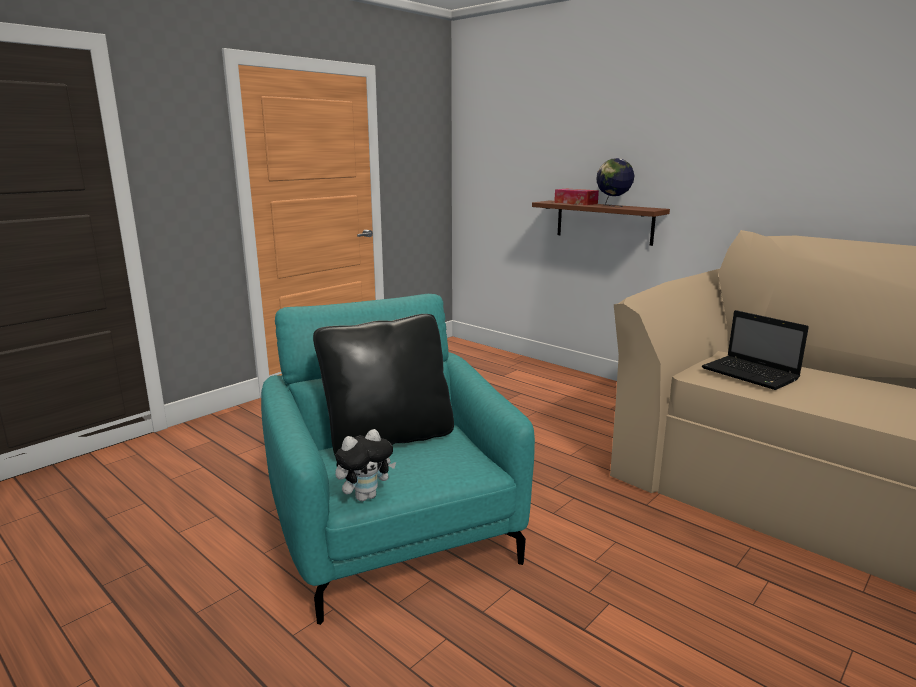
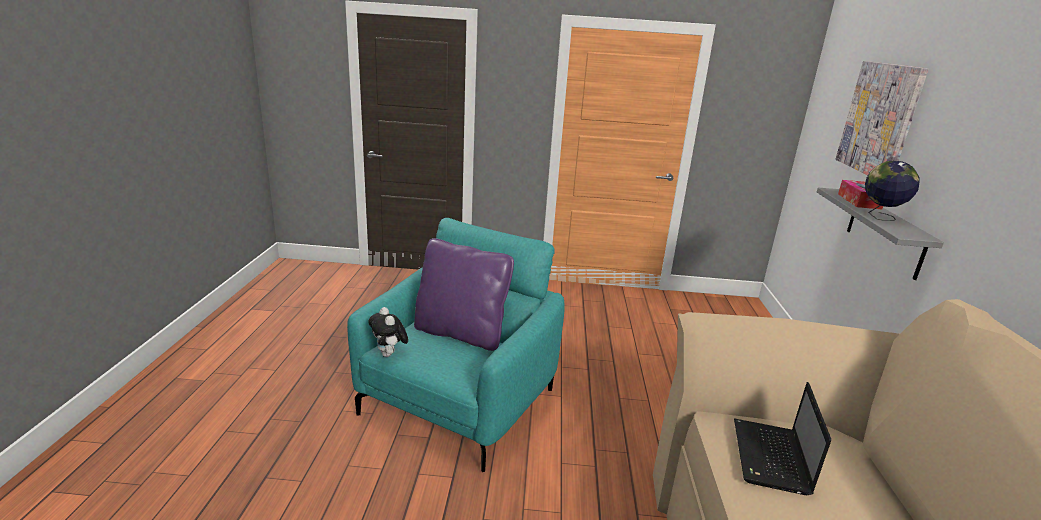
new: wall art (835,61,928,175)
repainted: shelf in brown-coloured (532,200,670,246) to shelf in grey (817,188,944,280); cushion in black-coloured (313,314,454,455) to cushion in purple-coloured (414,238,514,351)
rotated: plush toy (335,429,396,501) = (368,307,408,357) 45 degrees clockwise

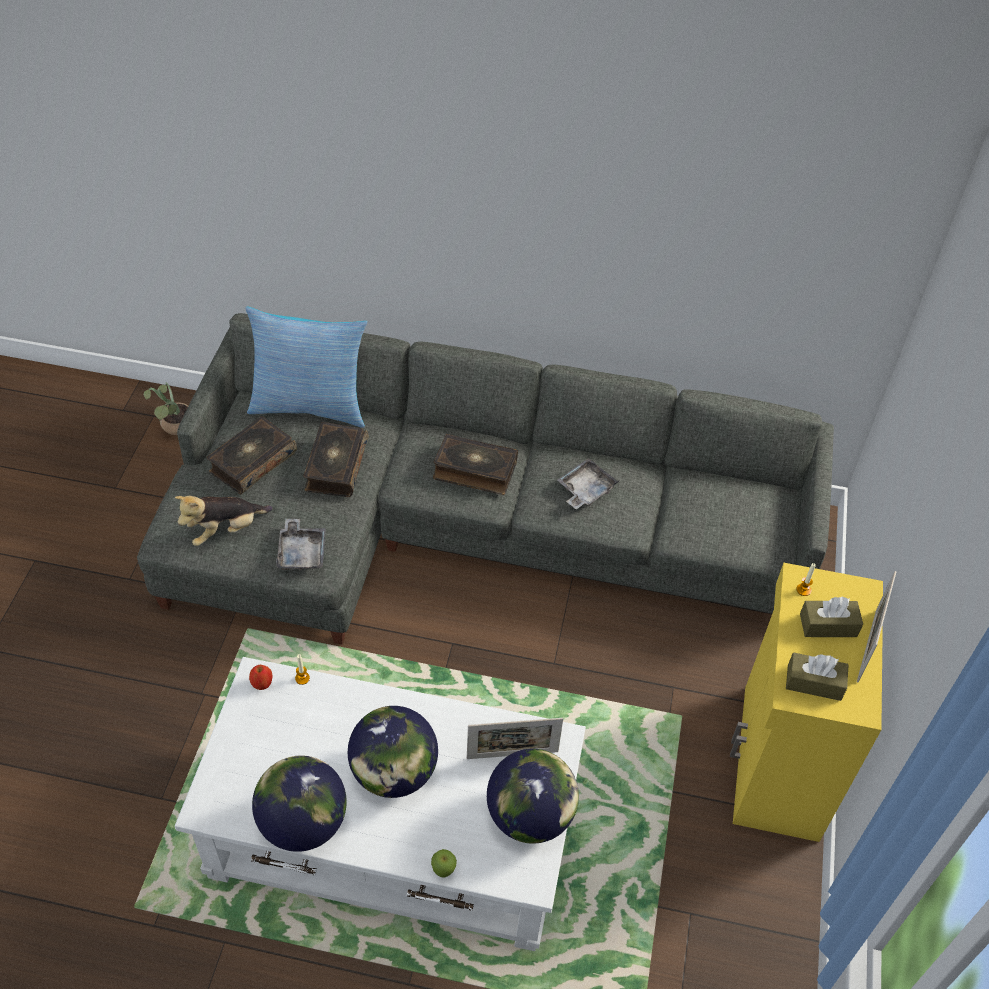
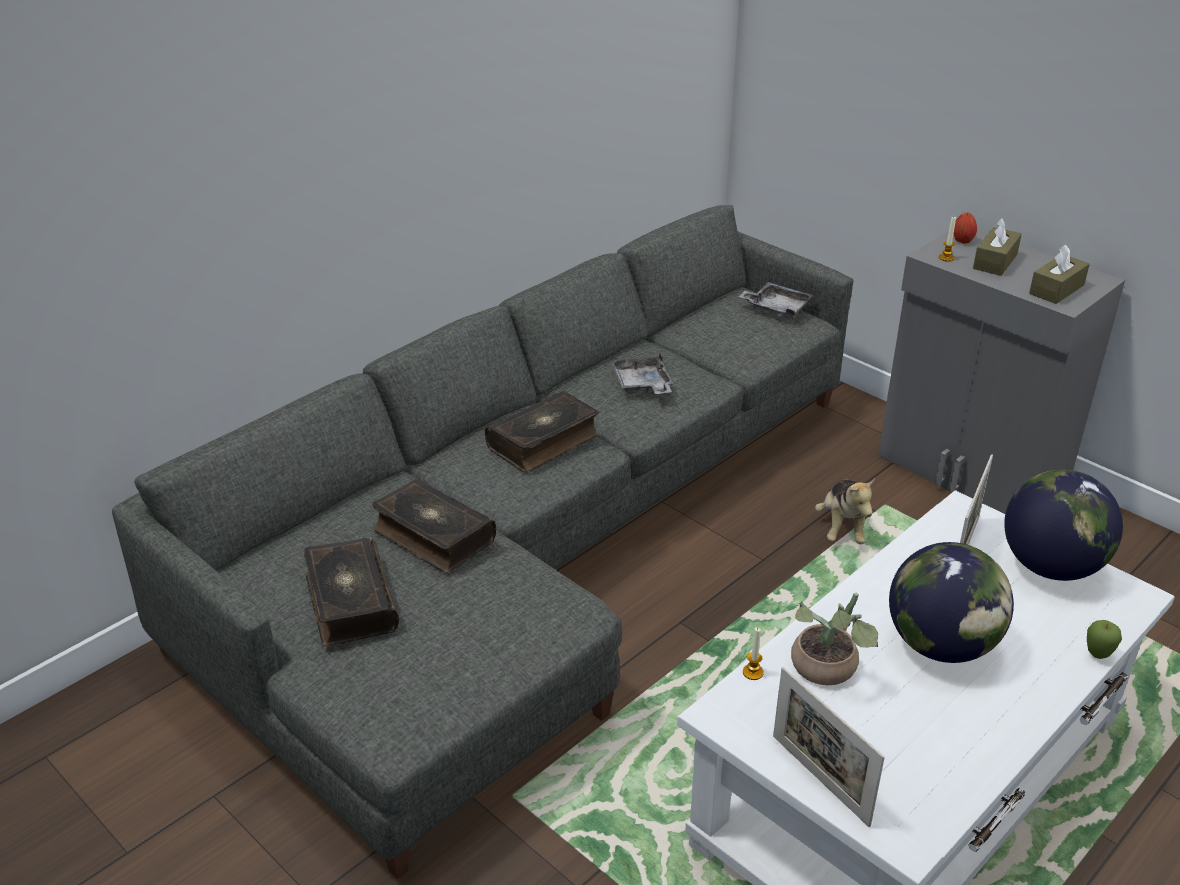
gone: cushion (246,307,367,428); desk globe (252,755,347,852)
shifted: houseplant (144,382,188,435) to (791,592,878,685); plush toy (175,495,273,546) to (815,478,875,544); carrying tray in grey (276,519,326,571) to (738,282,813,320); photo frame (857,571,896,682) to (773,667,885,827); apple (249,665,273,690) to (954,212,977,244)
repainted: cabinet in yellow (730,563,883,842) to cabinet in grey (878,230,1125,514)

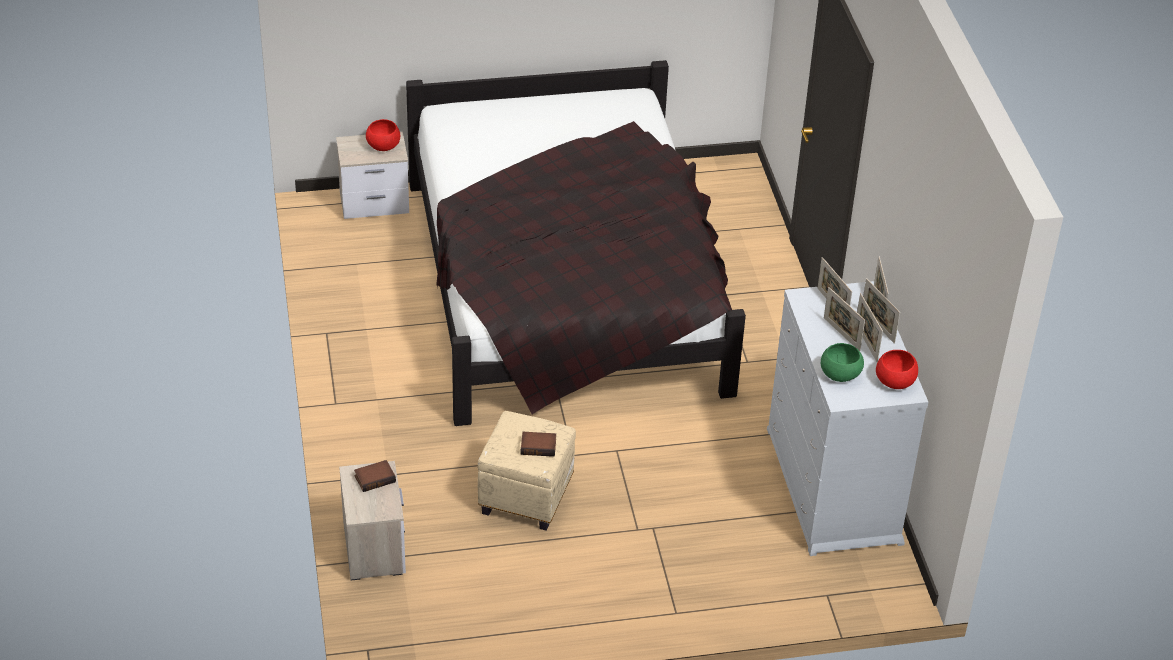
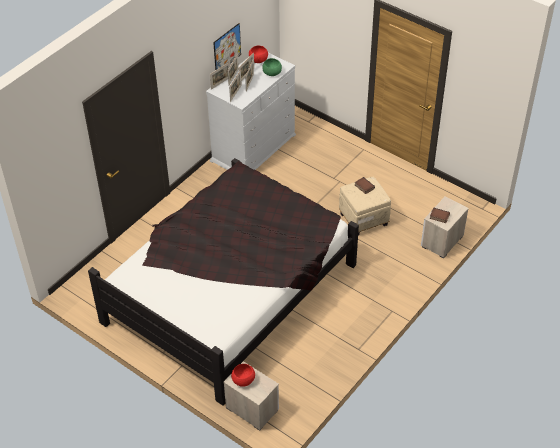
new: wall art (213,23,241,71)

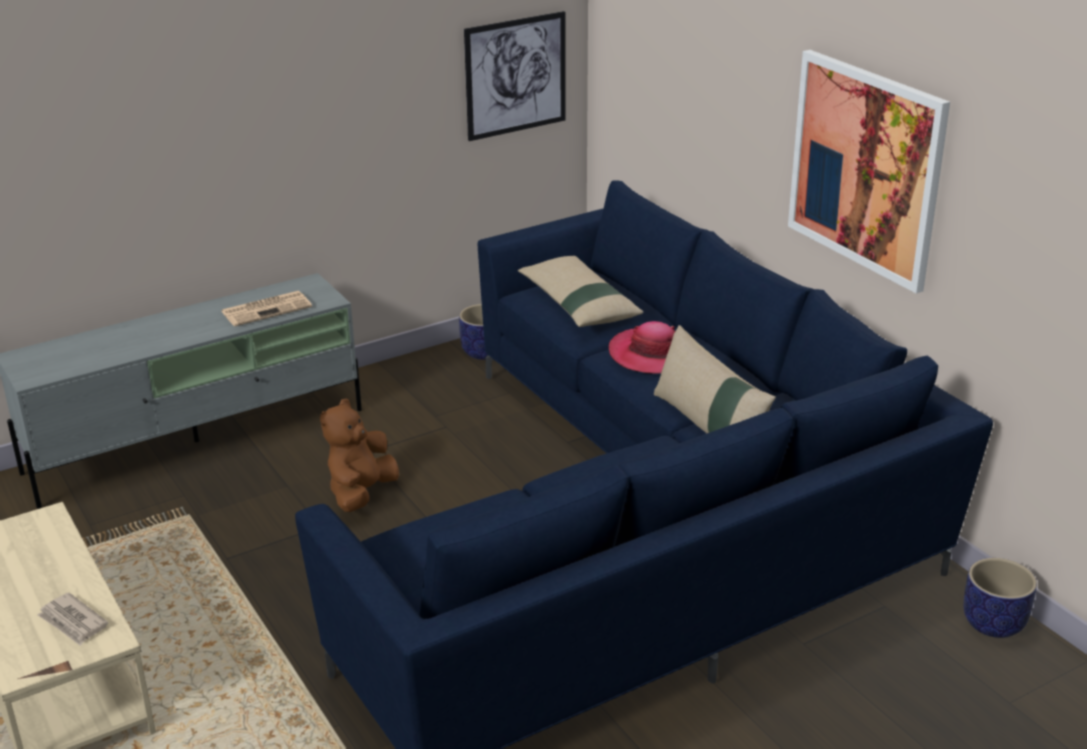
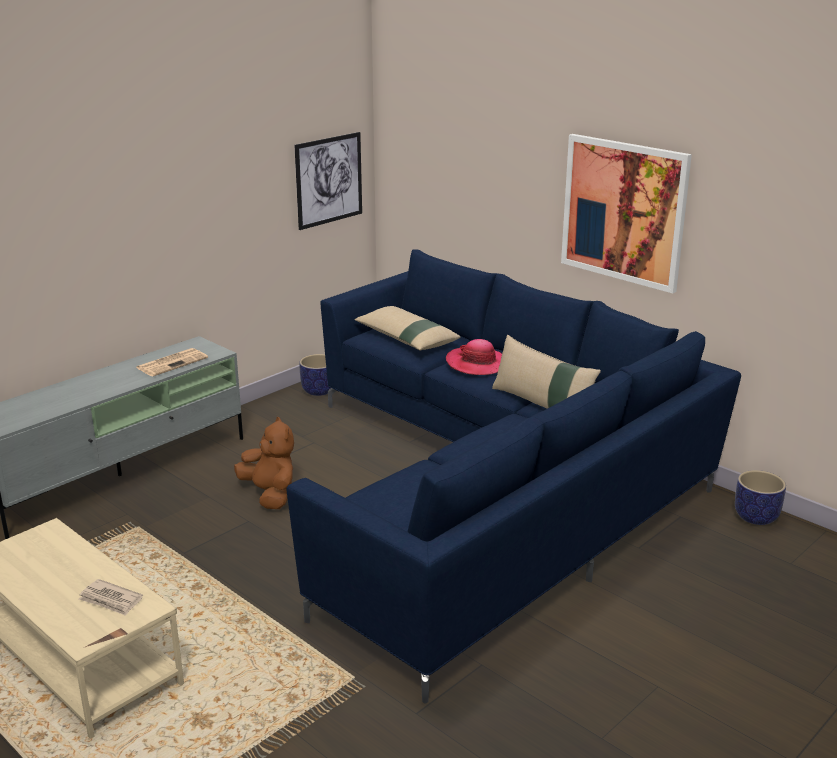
rotated: plush toy in brown-coloured (320,398,399,512) = (234,417,294,509) 135 degrees clockwise

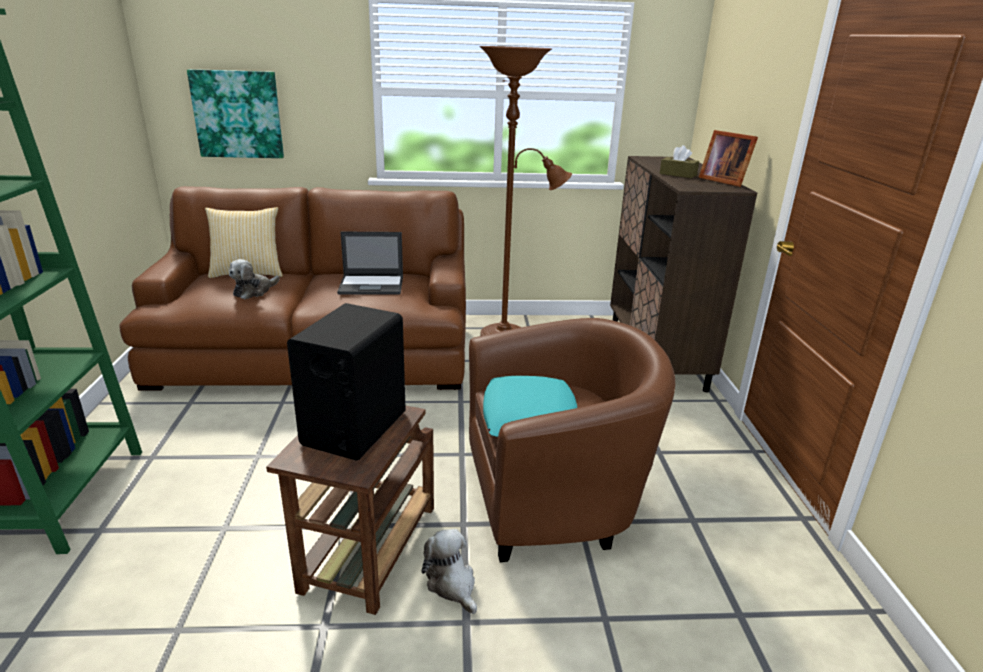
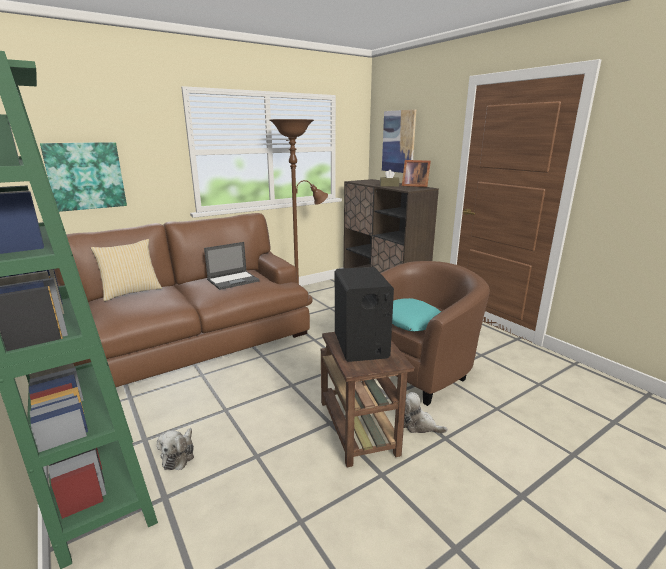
new: wall art (382,109,416,173)
shifted: plush toy (229,259,280,299) to (157,428,194,470)

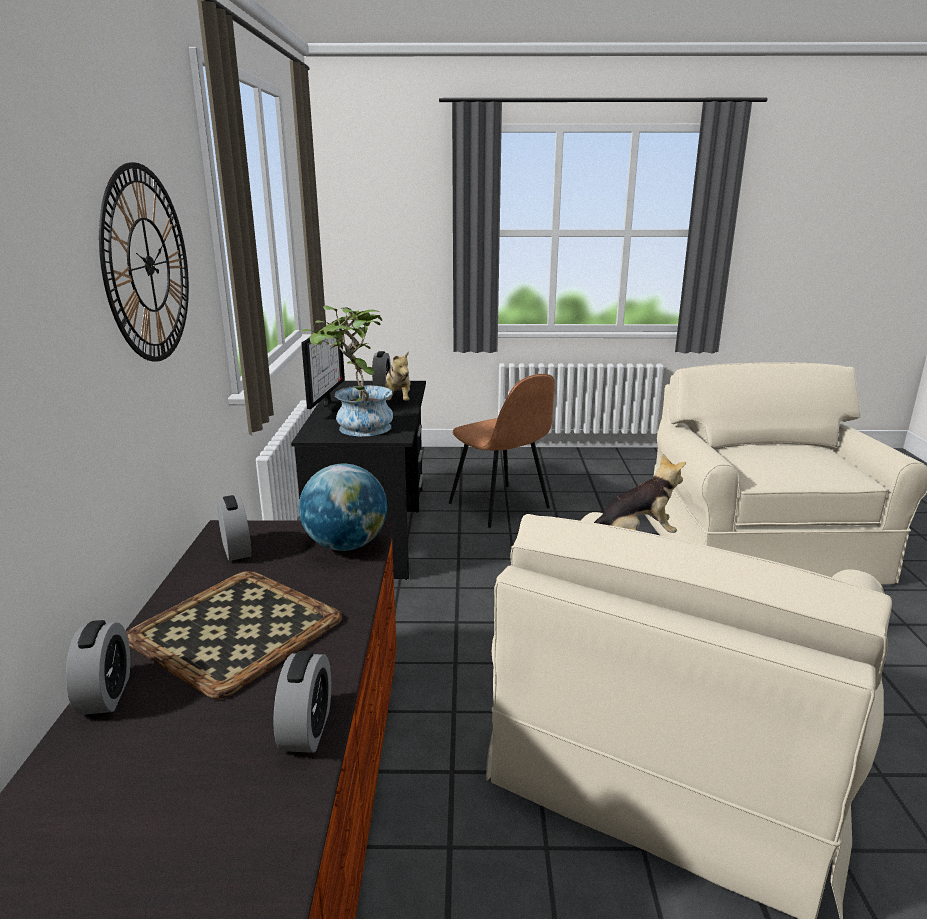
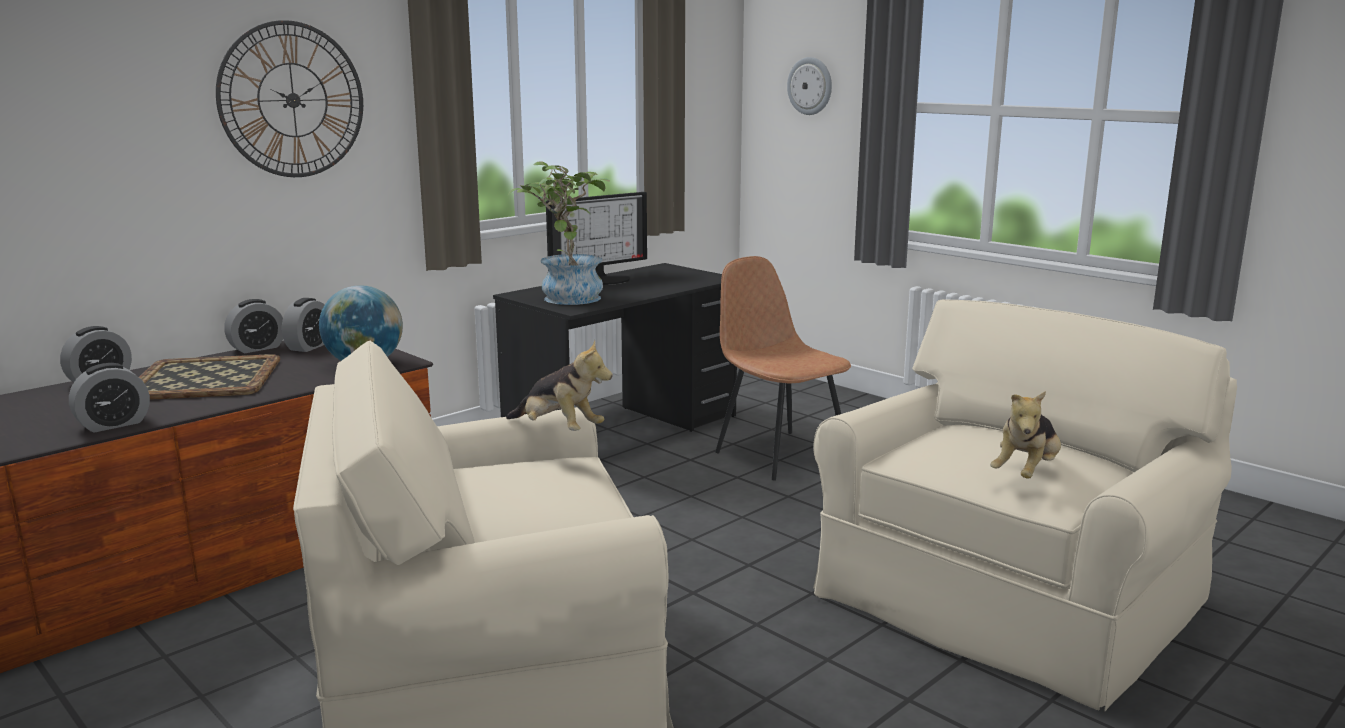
new: hanging clock (787,57,832,115)
shifted: bedside clock (372,351,391,387) to (224,299,283,353); plush toy (384,351,410,401) to (990,391,1061,479)
rotated: chair in brown-coloured (449,374,555,528) = (715,256,851,481) 135 degrees clockwise

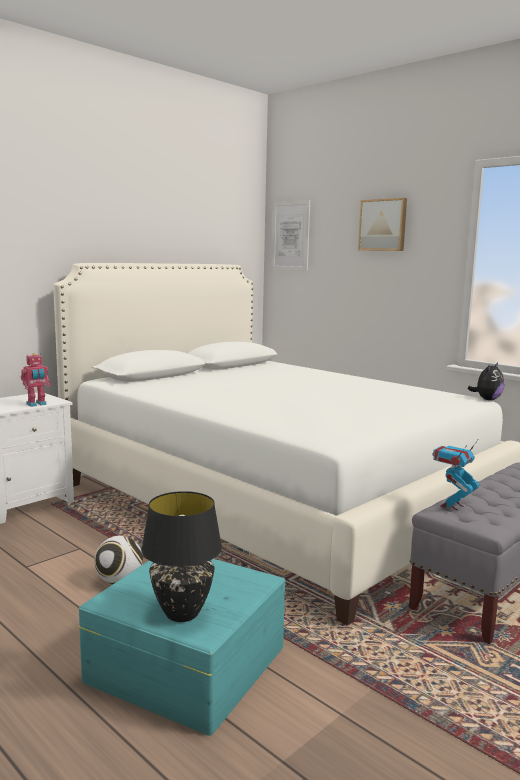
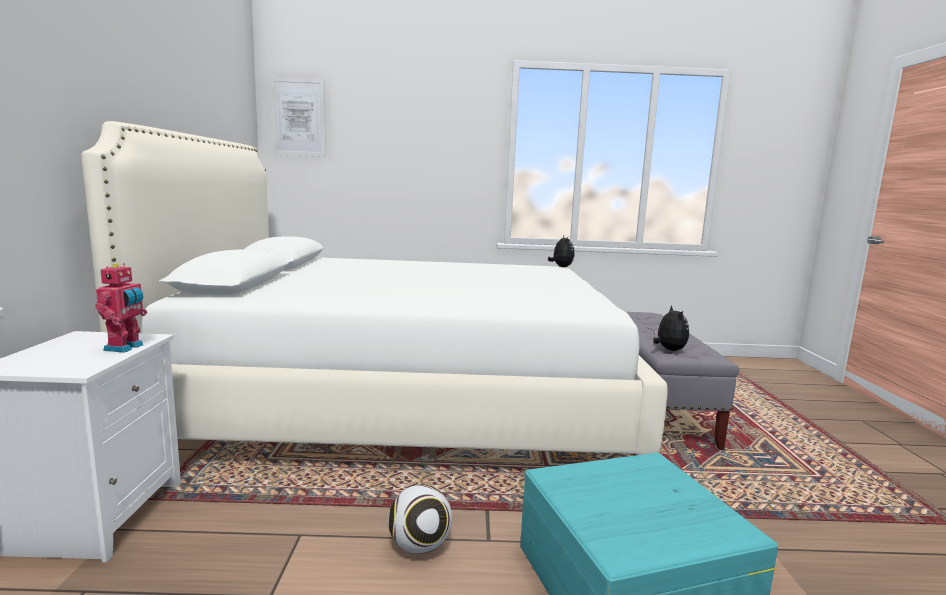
gone: wall art (358,198,407,251); table lamp in black-coloured (141,491,222,622)
swapped: model robot (432,439,479,510) to plush toy (653,305,689,351)

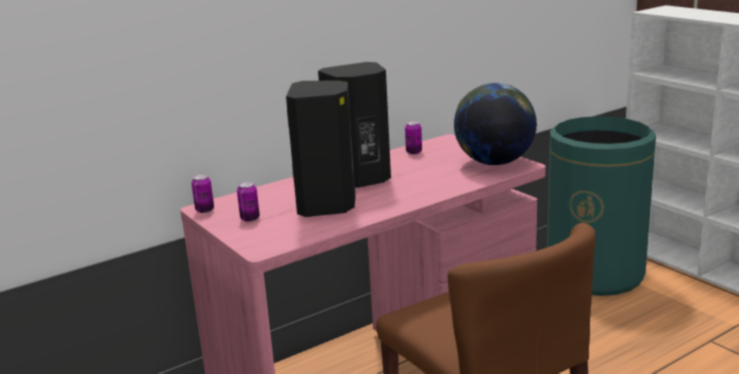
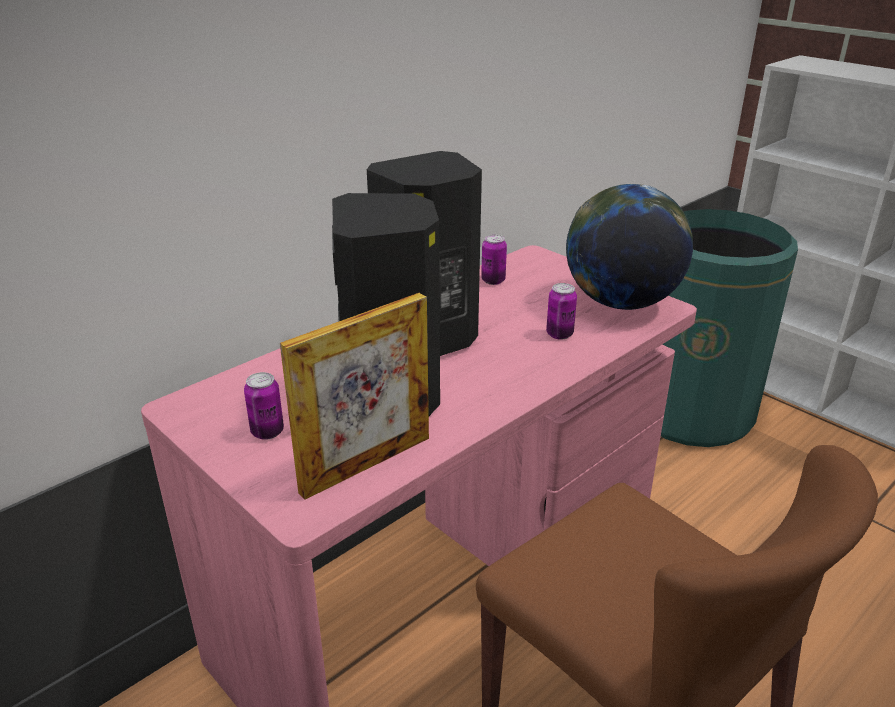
new: photo frame (280,293,429,499)
shifted: metal can (191,174,214,213) to (546,283,577,340)

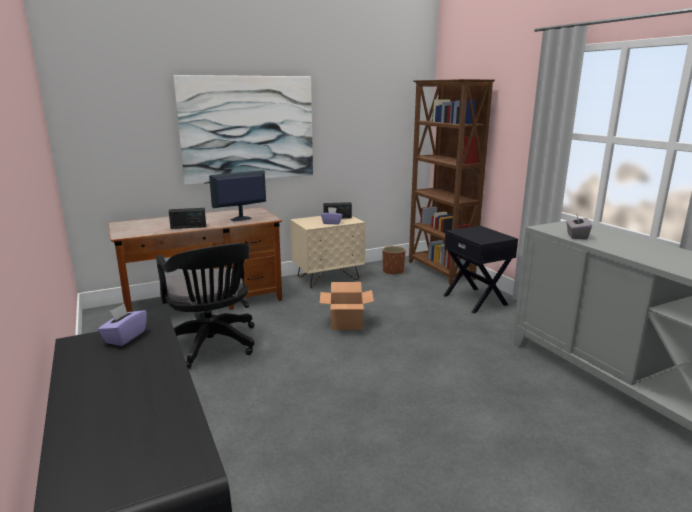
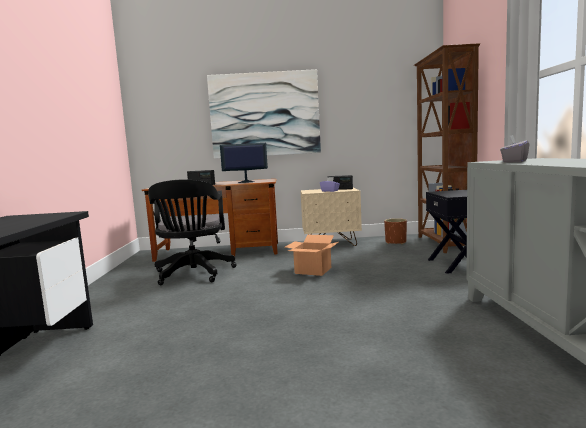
gone: tissue holder in purple-coloured (98,304,147,346)

